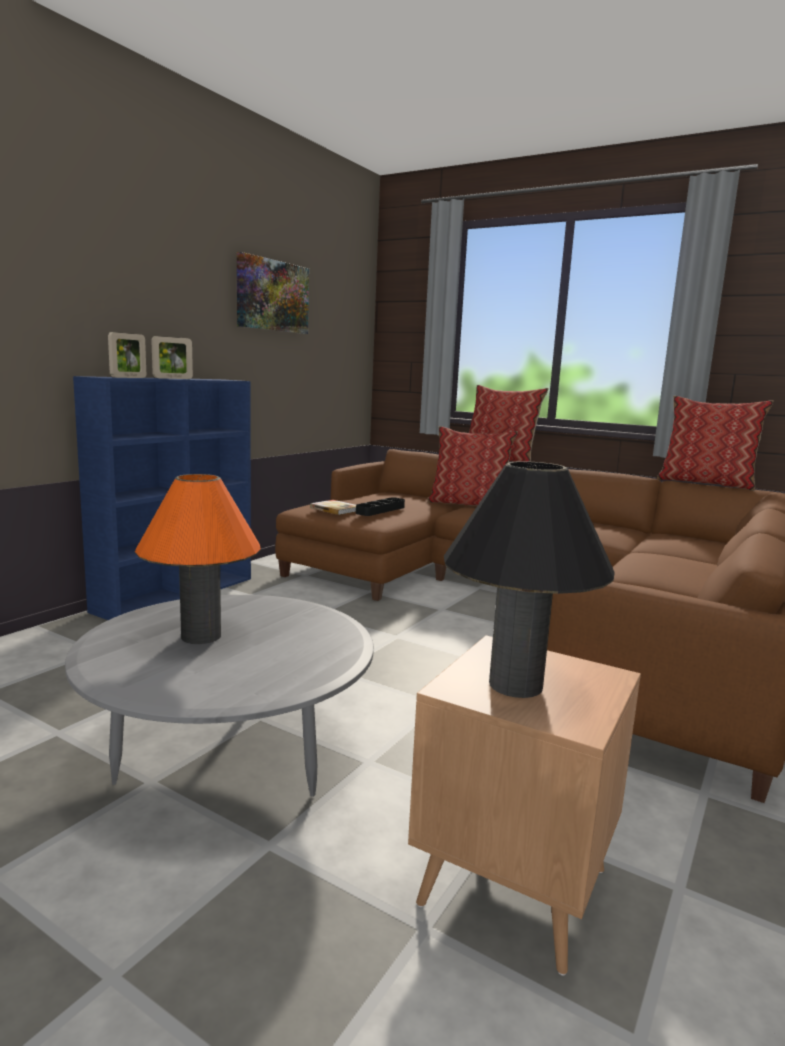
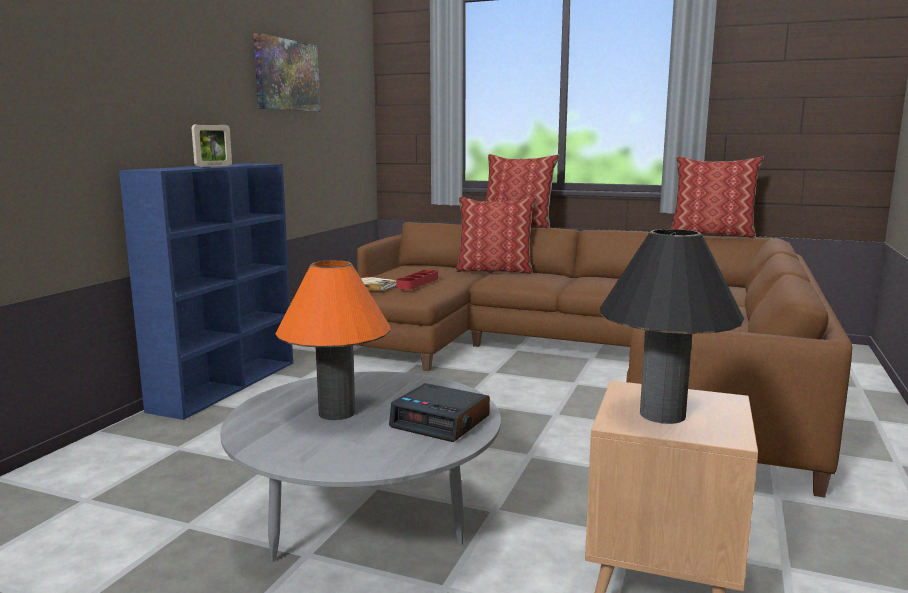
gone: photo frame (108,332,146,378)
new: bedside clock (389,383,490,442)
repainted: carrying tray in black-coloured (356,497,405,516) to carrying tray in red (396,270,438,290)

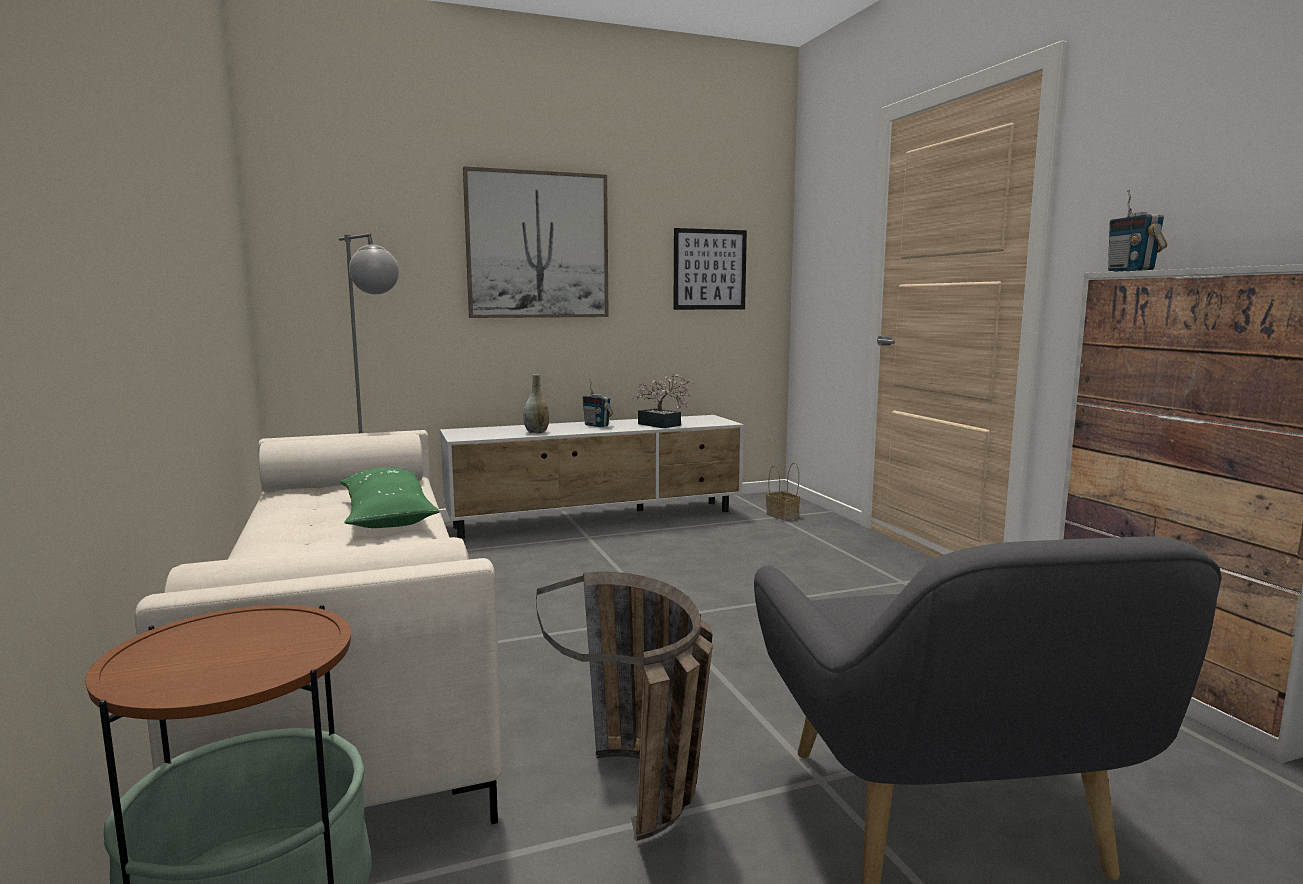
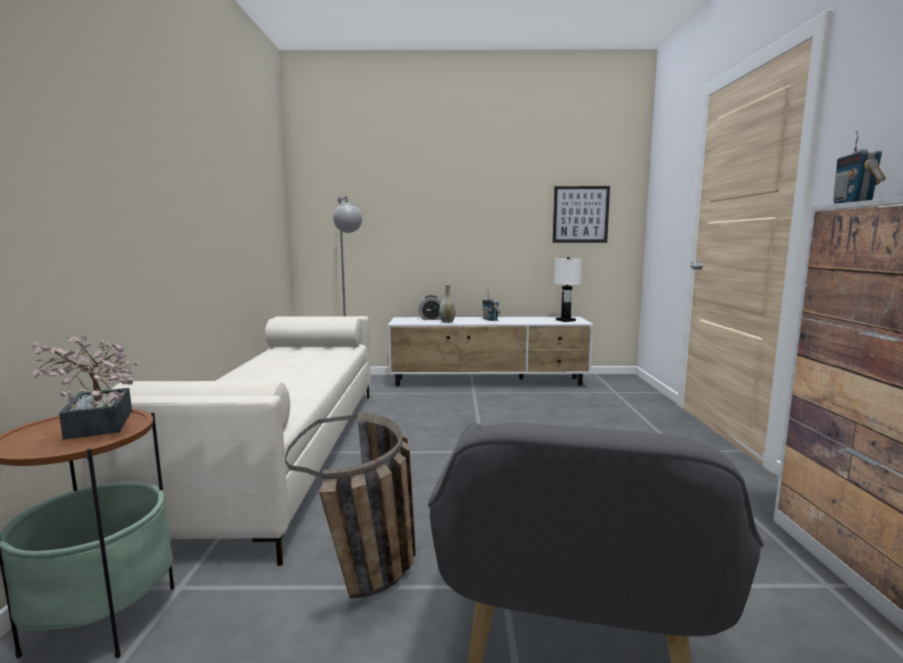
gone: wall art (463,166,609,318); household basket (766,462,800,520); cushion in greenish (340,467,440,528)
new: table lamp in white (554,257,582,322); bedside clock (418,295,441,320)
shifted: houseplant (630,374,693,428) to (31,334,138,440)

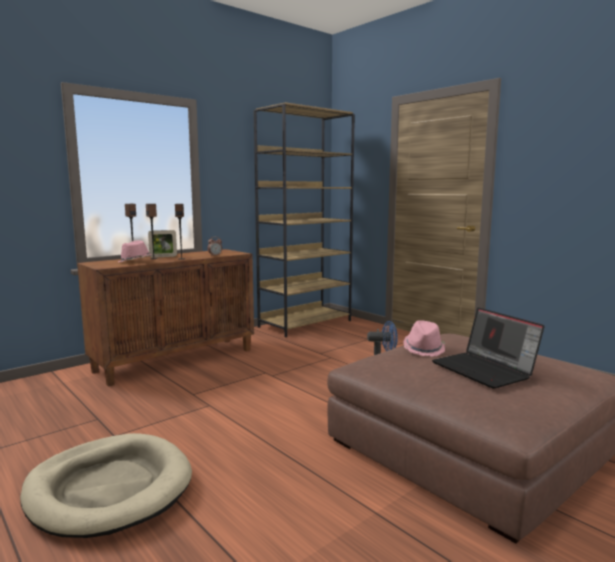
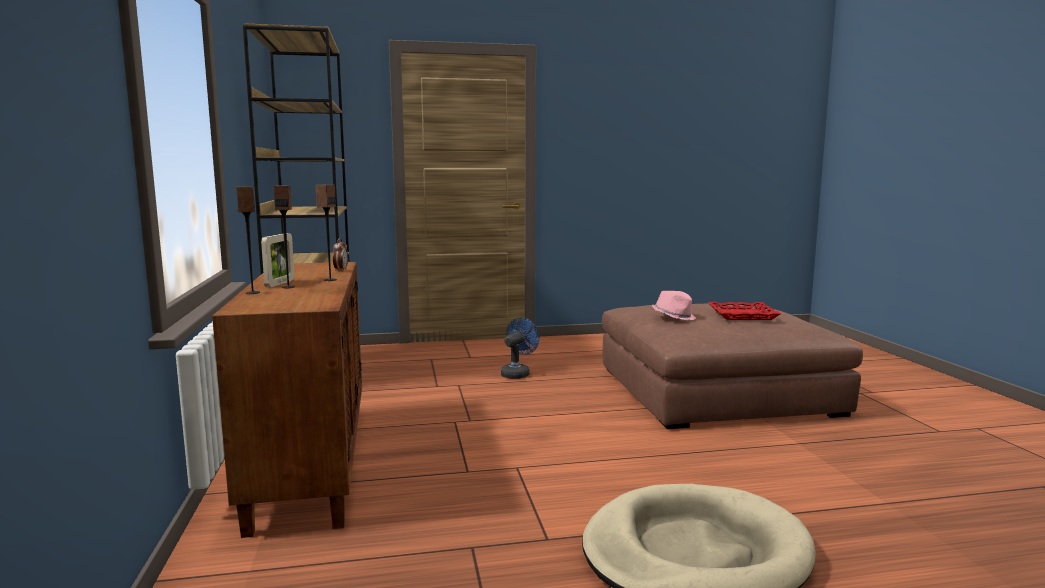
gone: clothing hat in pink-coloured (118,240,152,262)
swapped: notebook computer (432,307,544,389) to carrying tray in red (708,302,781,320)

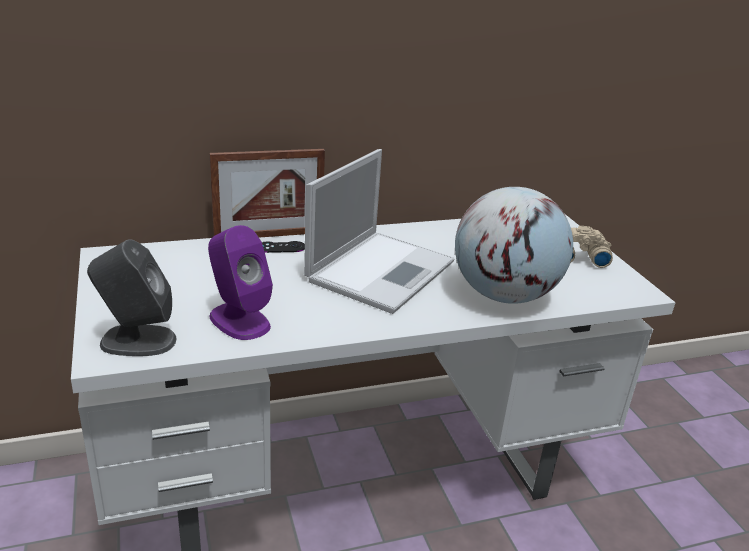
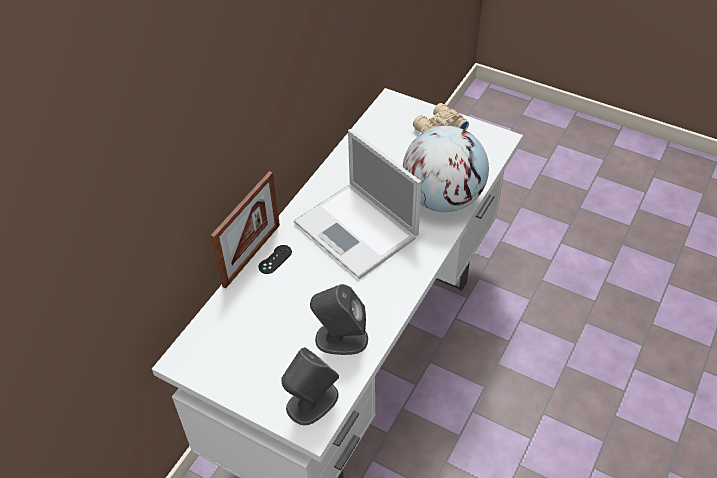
repainted: audio speaker in purple-coloured (208,225,273,340) to audio speaker in grey (310,284,368,355)
rotated: notebook computer (304,149,454,314) = (294,129,422,279) 150 degrees clockwise

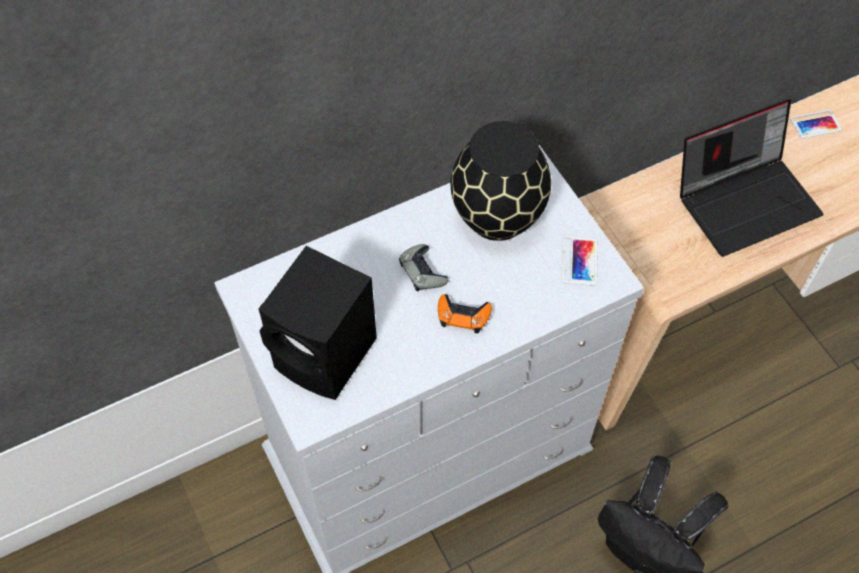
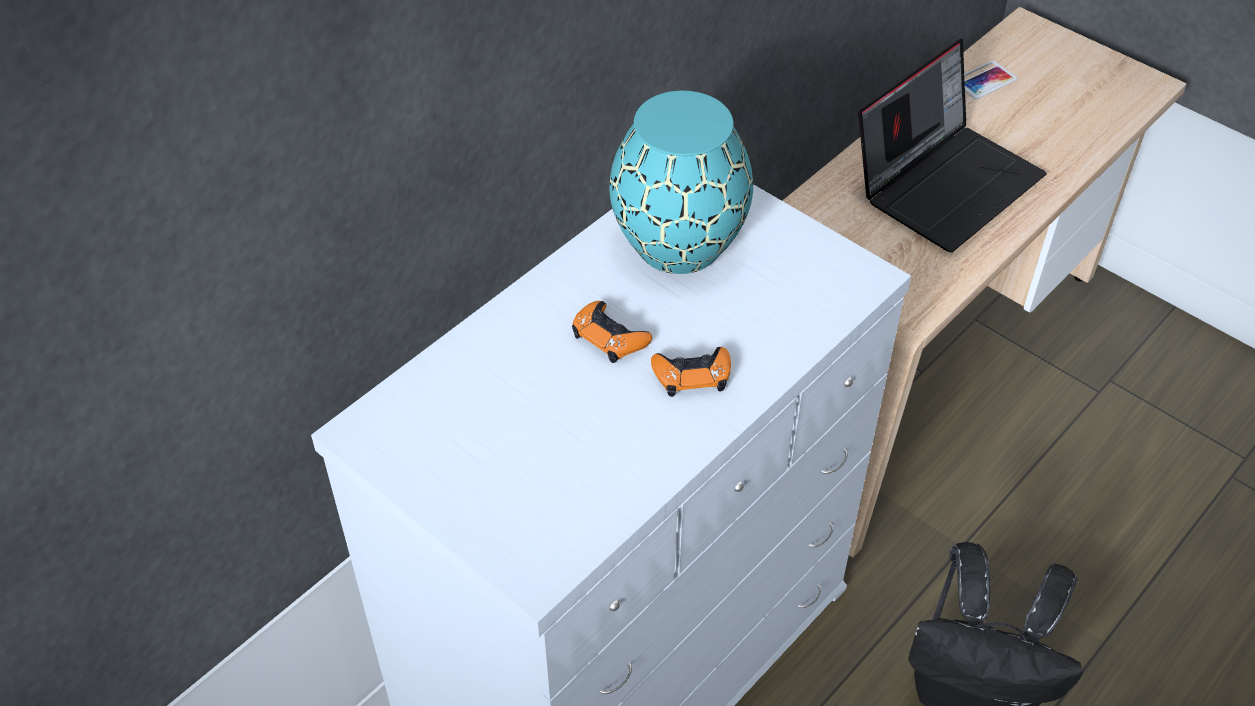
gone: phone (561,236,598,286); audio speaker in black-coloured (259,246,377,400)
repainted: vase in black-coloured (451,121,551,241) to vase in blue-green (609,91,753,274); gamepad in grey (399,244,449,291) to gamepad in orange-coloured (572,301,652,363)

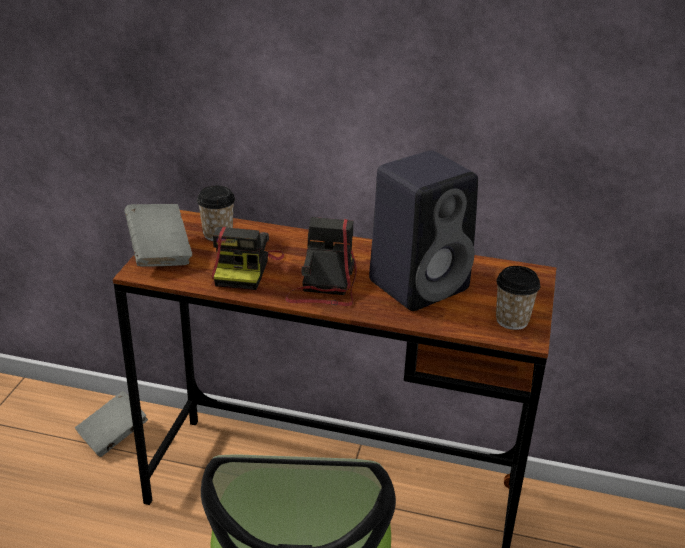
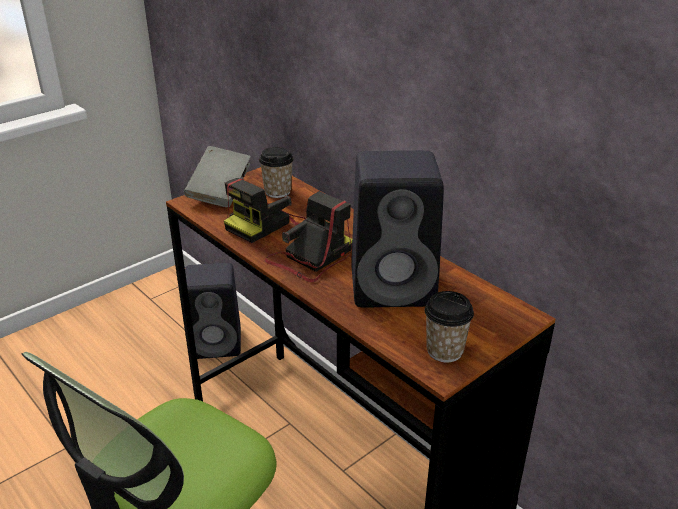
swapped: volume in grey (75,391,148,457) to audio speaker in black-coloured (185,263,241,359)

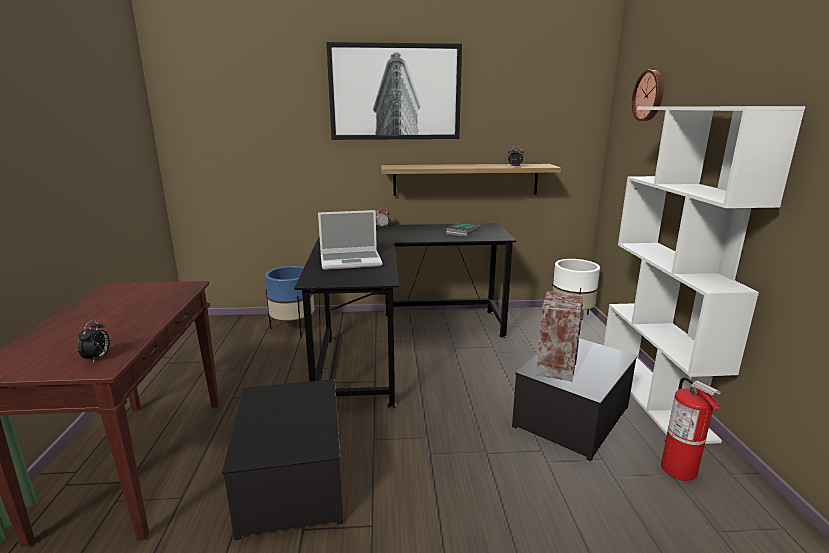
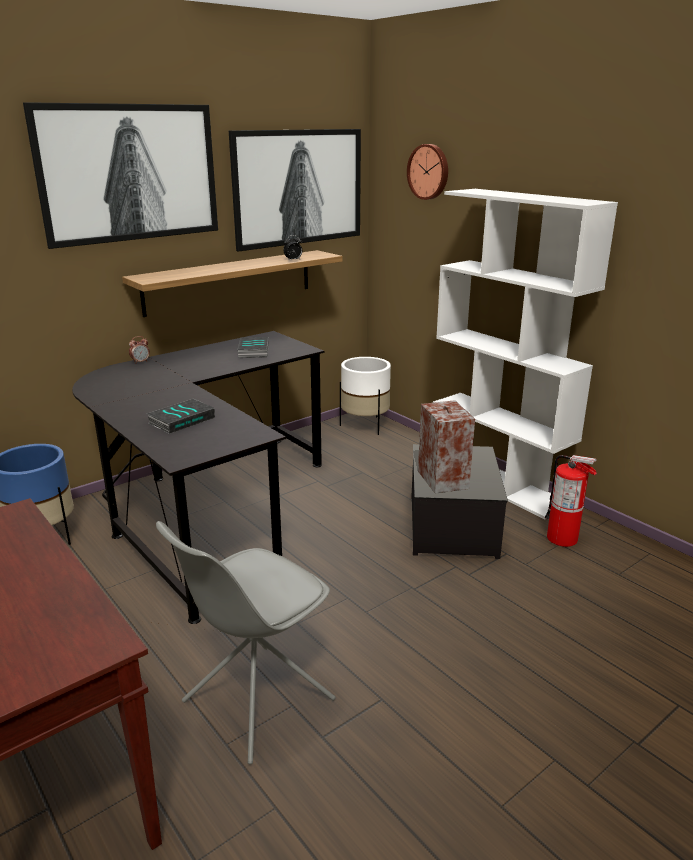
gone: bedside clock (78,319,110,363)
new: wall art (229,129,361,252)
swapped: notebook computer (318,210,382,270) to volume (147,398,215,434); storage container (222,379,343,540) to chair in grey (156,521,336,764)

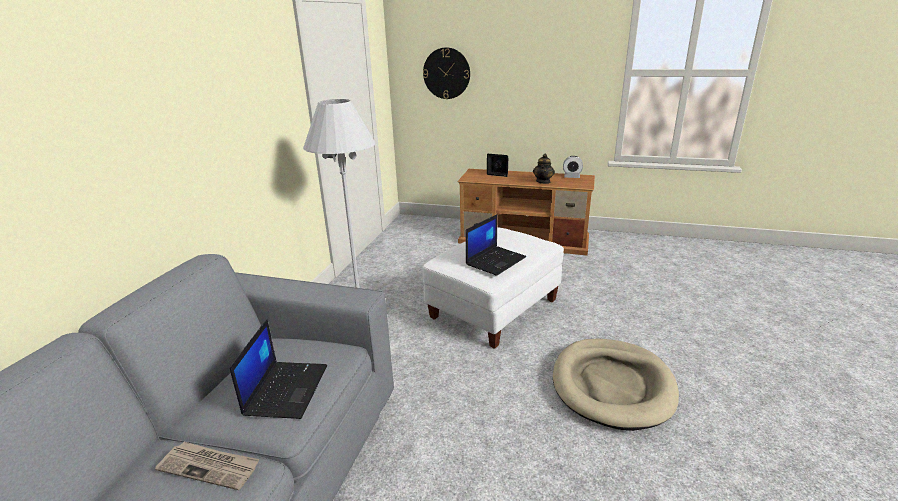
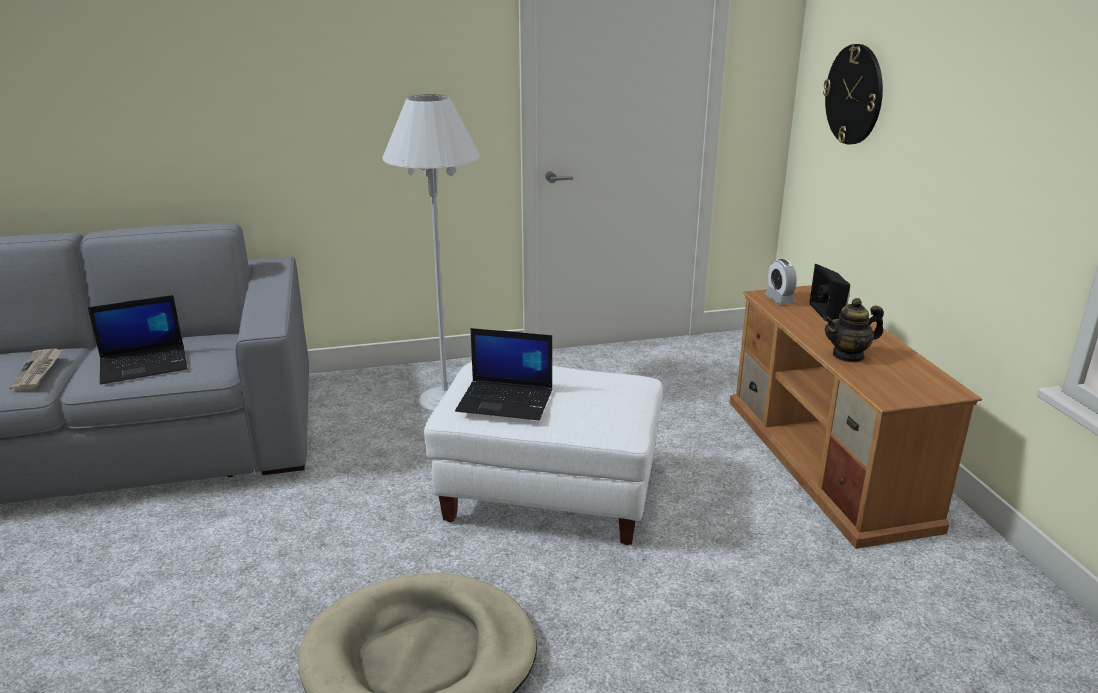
shifted: bedside clock (563,156,583,178) to (765,259,797,305)

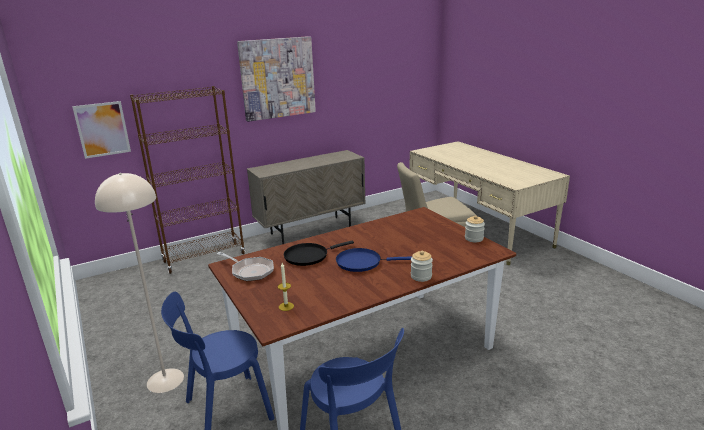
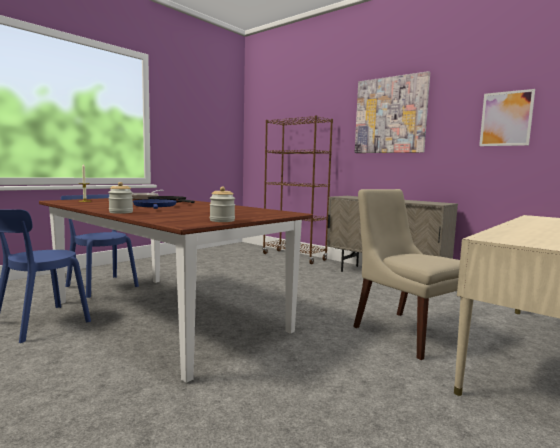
gone: floor lamp in beige (95,173,184,393)
shifted: wall art (72,101,131,159) to (479,89,535,146)

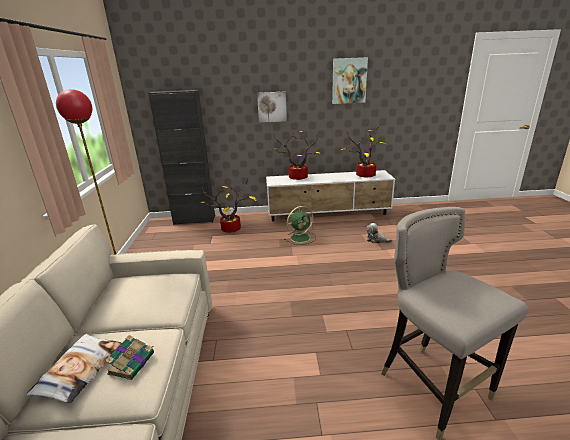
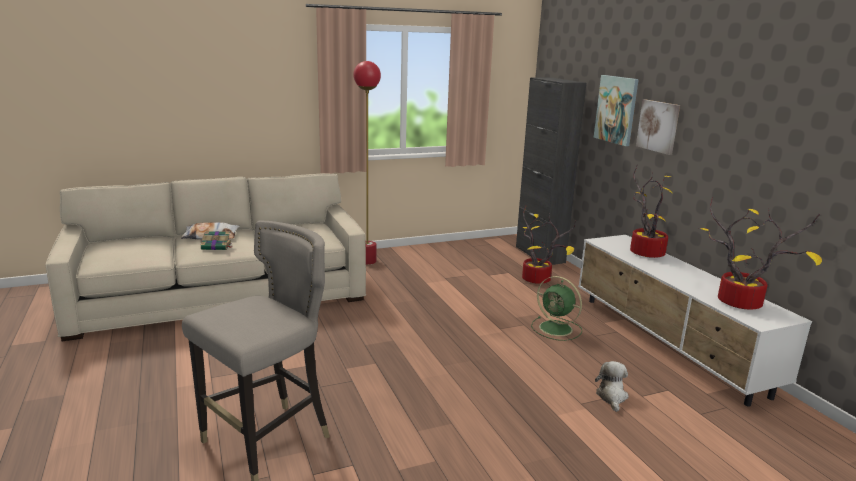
shifted: wall art (332,57,368,104) to (594,75,639,146)

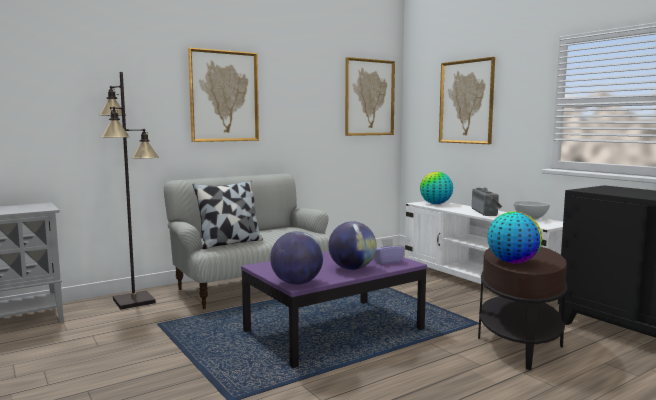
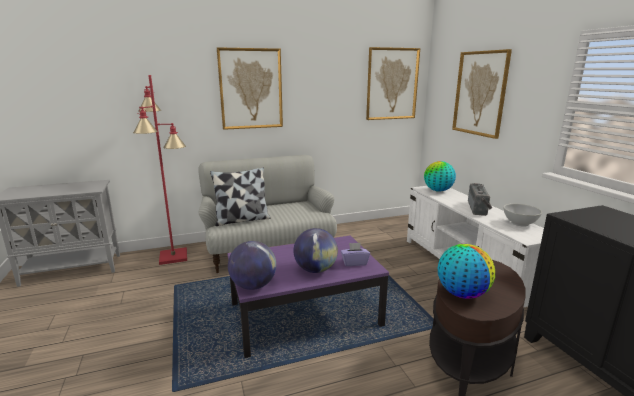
repainted: floor lamp in black-coloured (99,72,159,310) to floor lamp in red (133,75,187,265)

